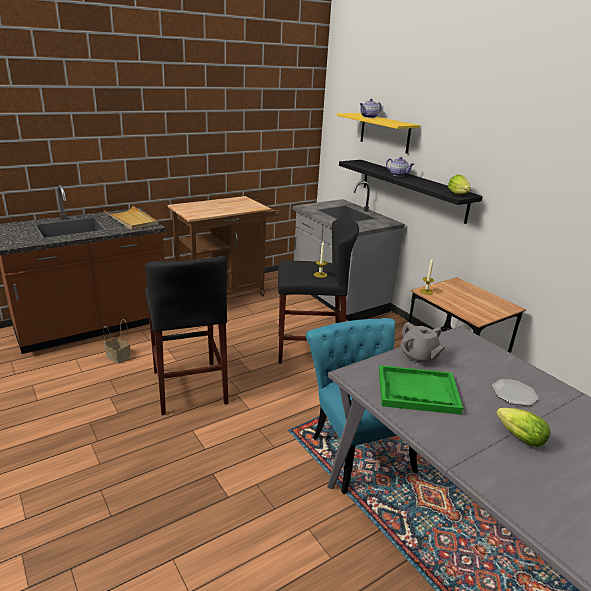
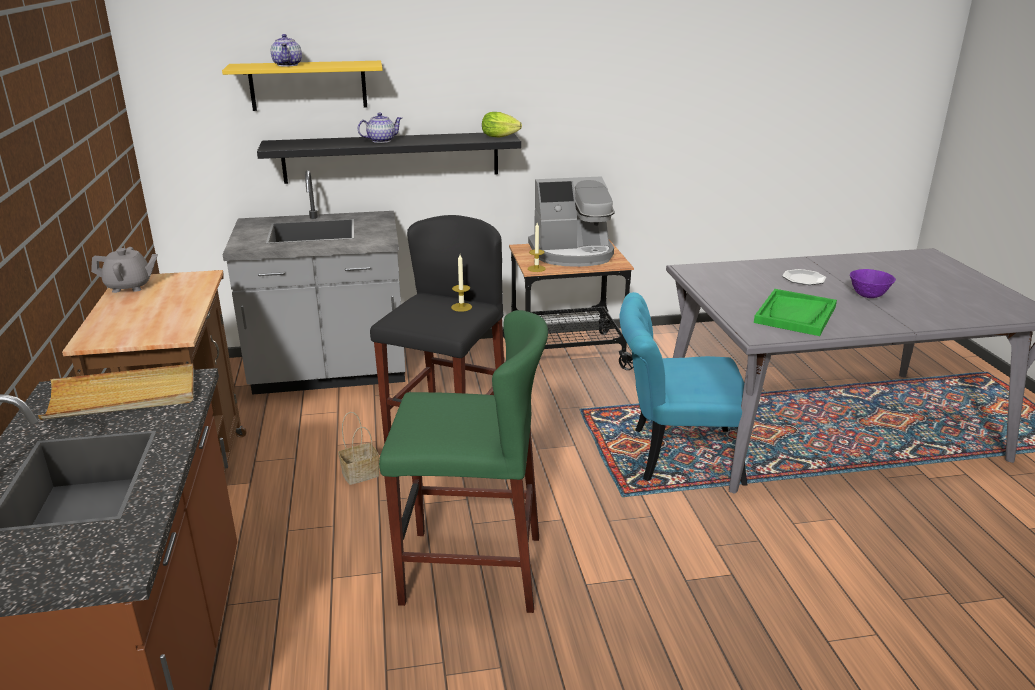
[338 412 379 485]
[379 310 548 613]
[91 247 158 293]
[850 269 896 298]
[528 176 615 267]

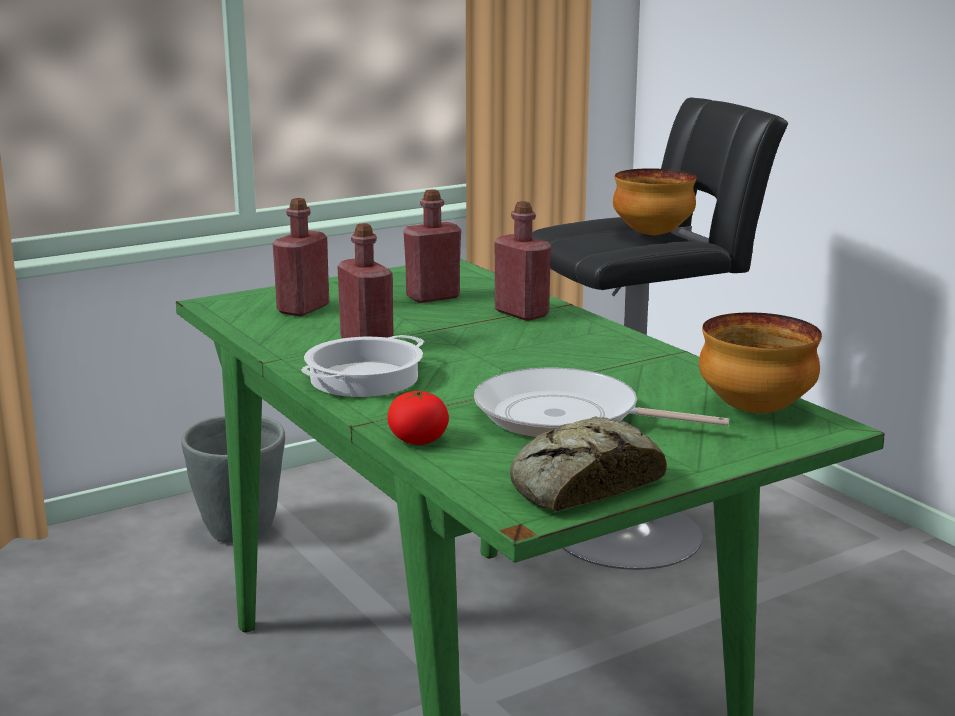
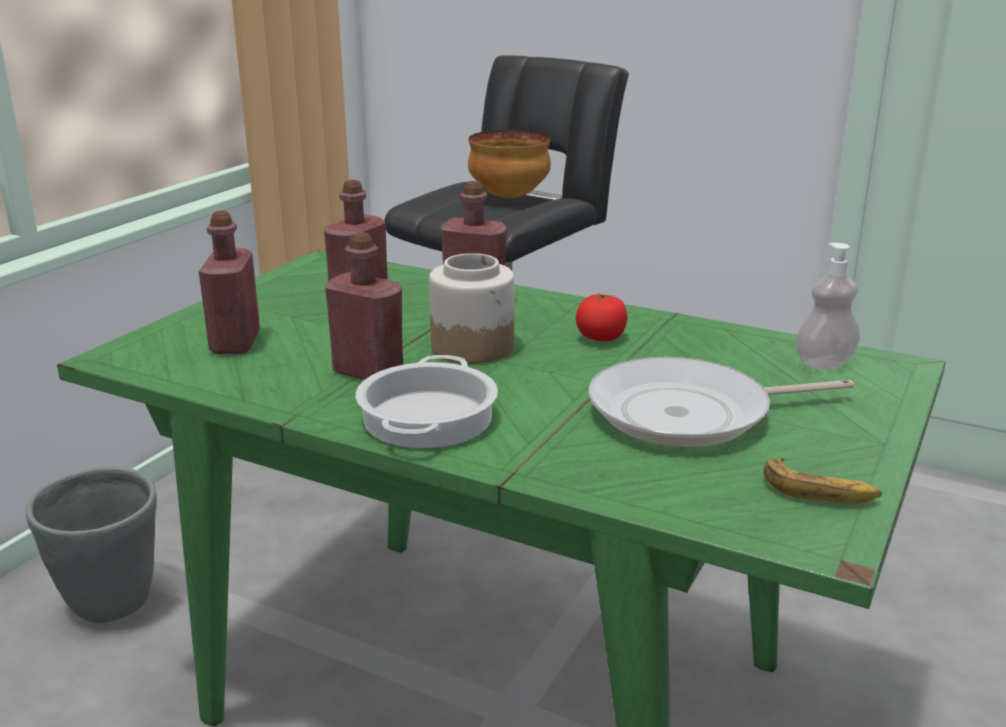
[576 293 628 341]
[764 457 882 503]
[796 243 860 369]
[429 253 514 364]

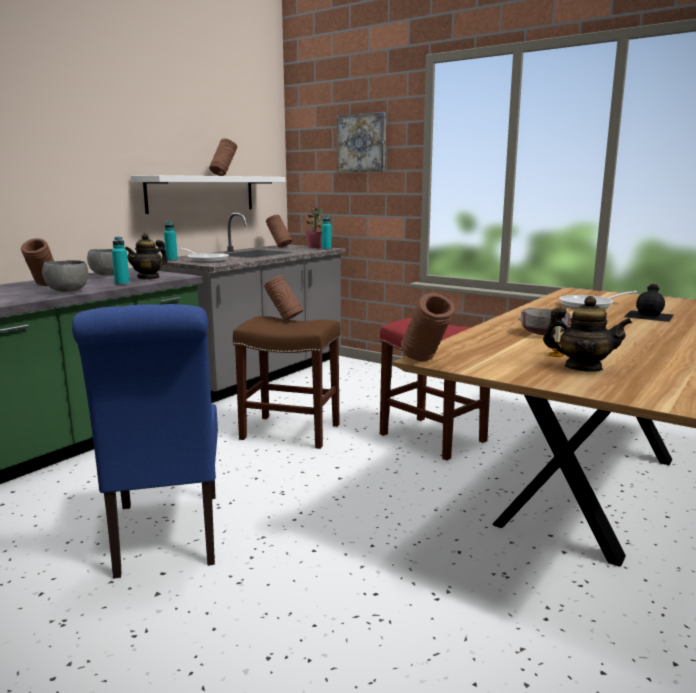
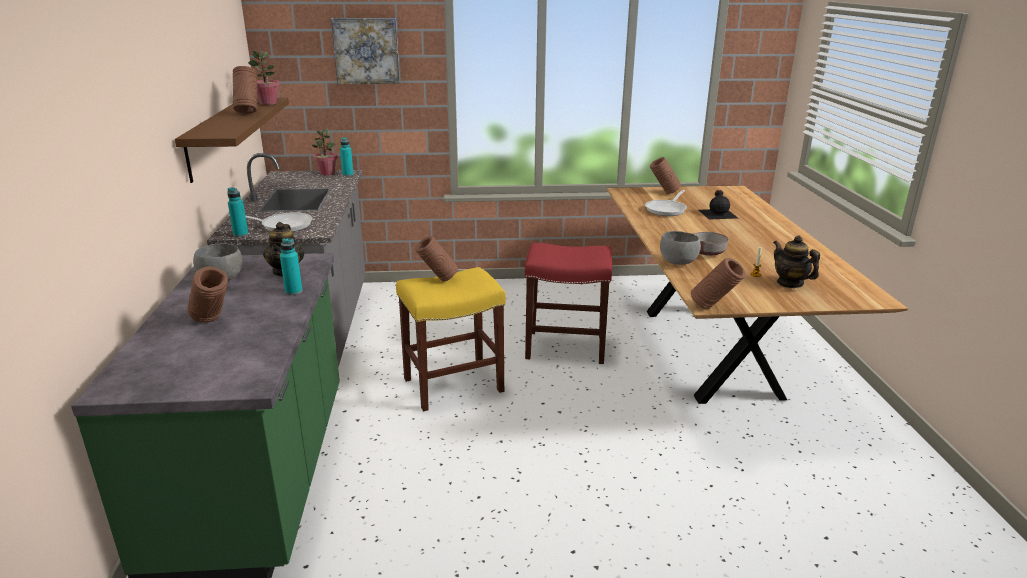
[660 231 701 265]
[72 304 218 579] (first image)
[175 98 289 183]
[396 267 506 411]
[650 157 681 194]
[773 235 820 288]
[248 50 280 105]

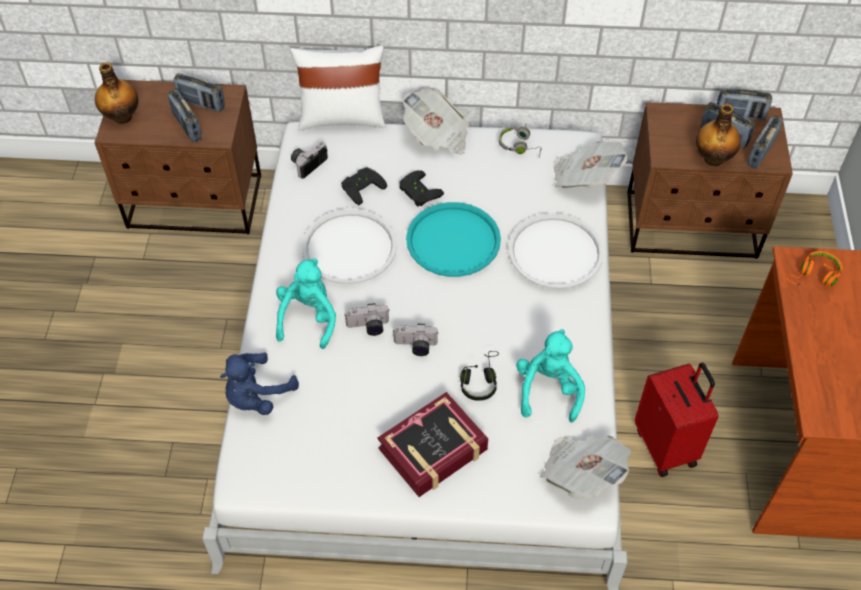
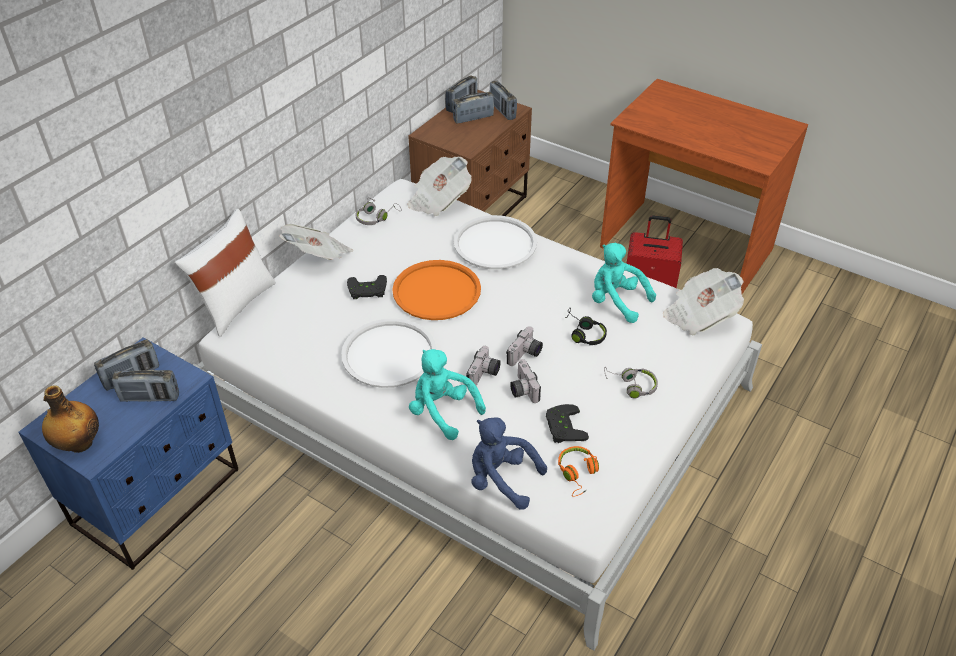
[18 337 238 570]
[471 417 547 510]
[510 359 541 403]
[546 404 589 443]
[604 368 658 398]
[392 260 481 320]
[696 104 741 166] (first image)
[558 446 599 497]

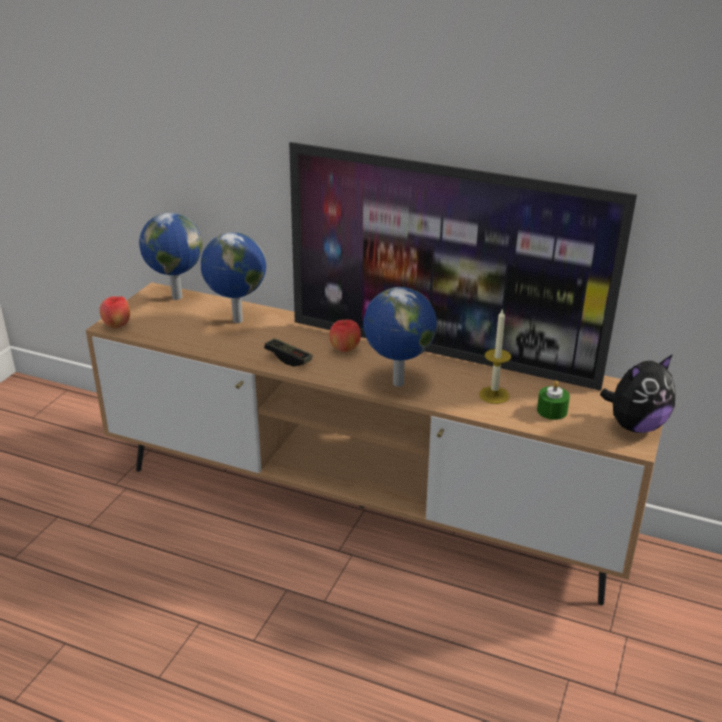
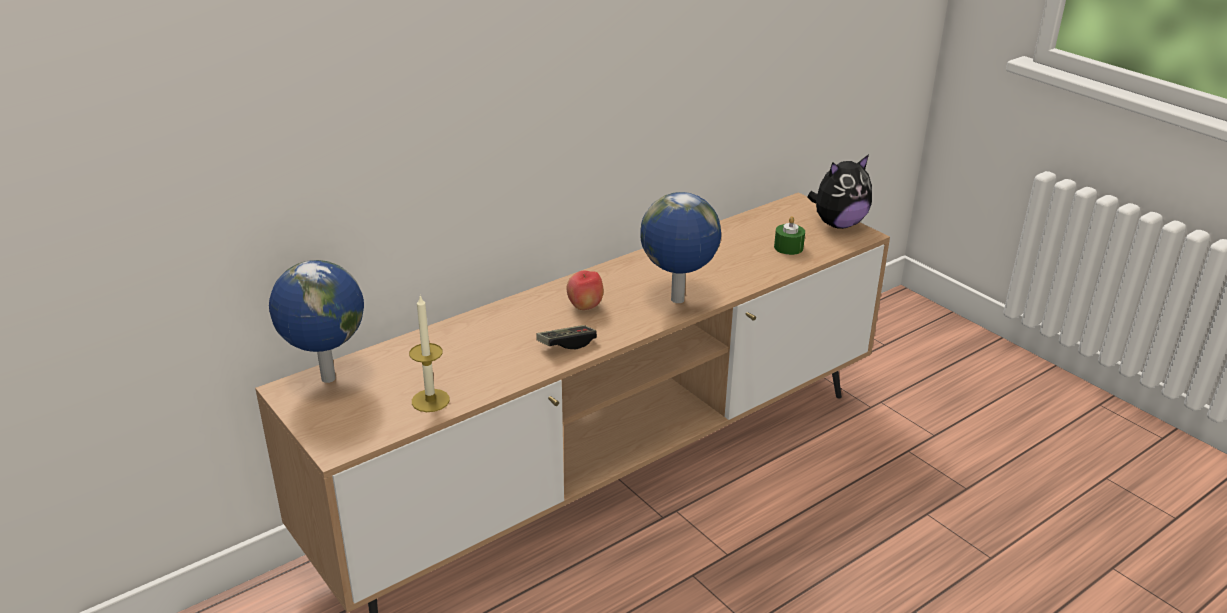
[99 296 130 328] (first image)
[201 232 266 323] (first image)
[289 142 637 391] (first image)
[409 295 450 412]
[807 155 872 229]

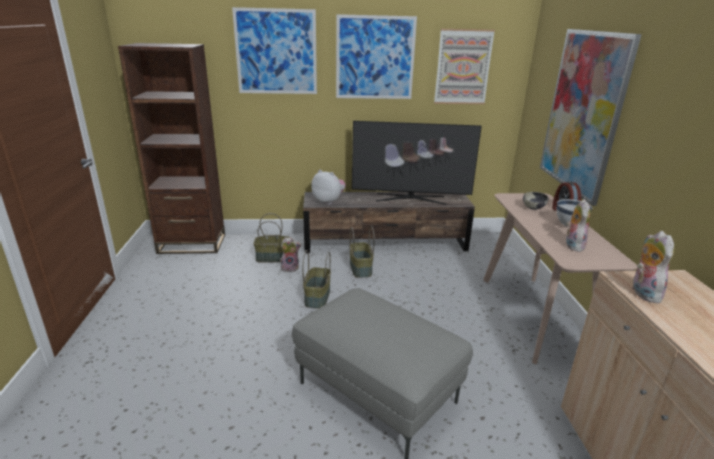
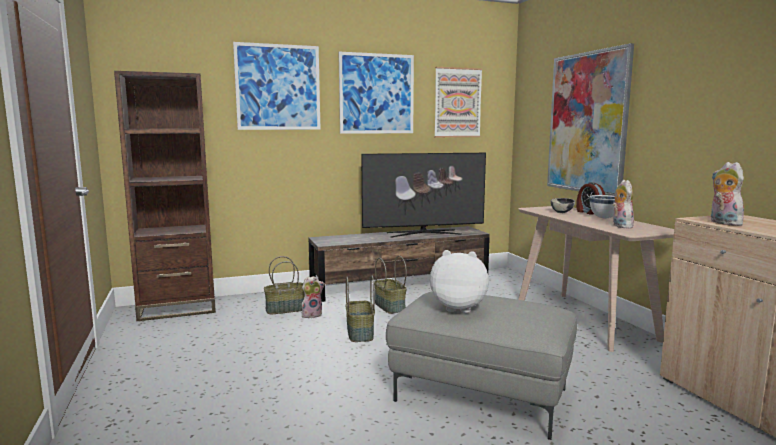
[430 250 489 313]

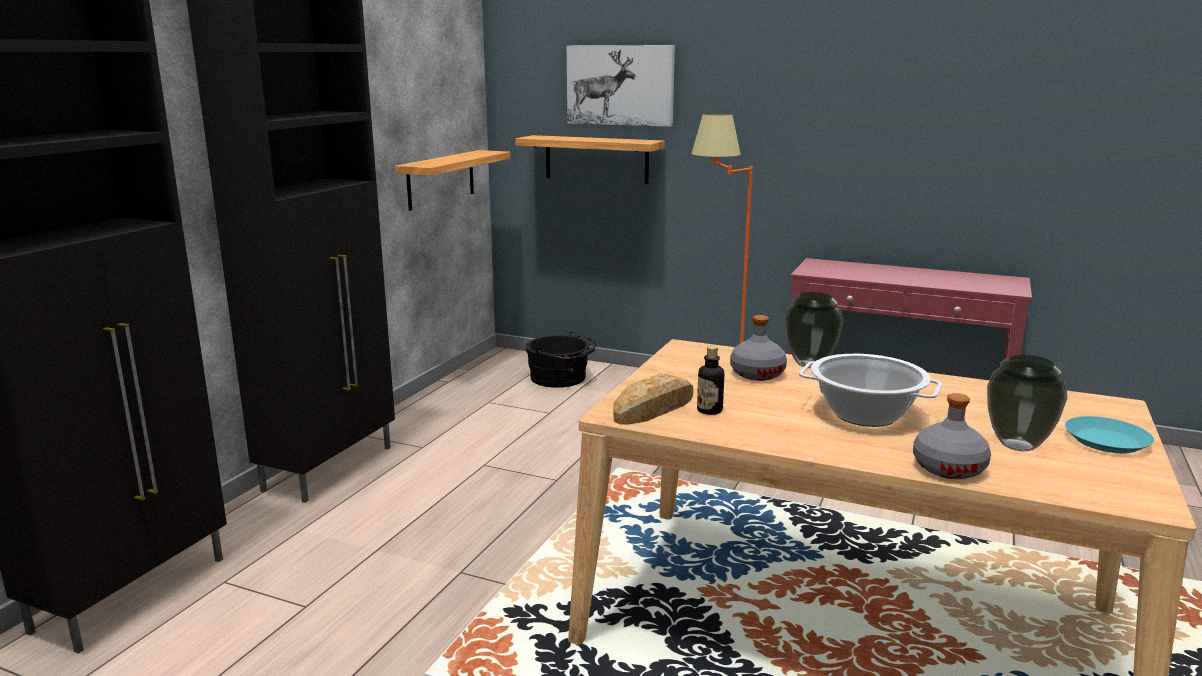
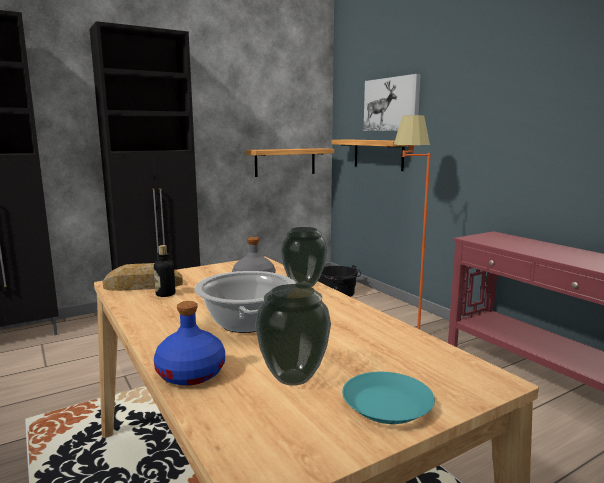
[154 301 225 386]

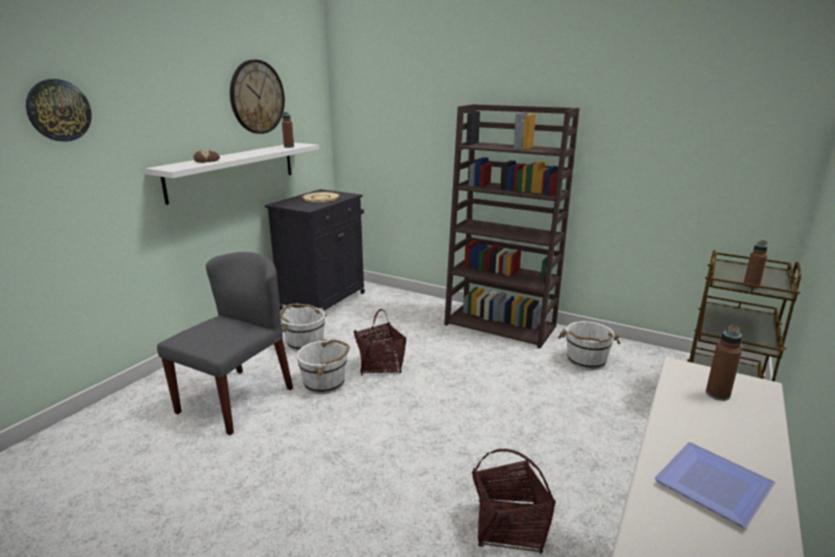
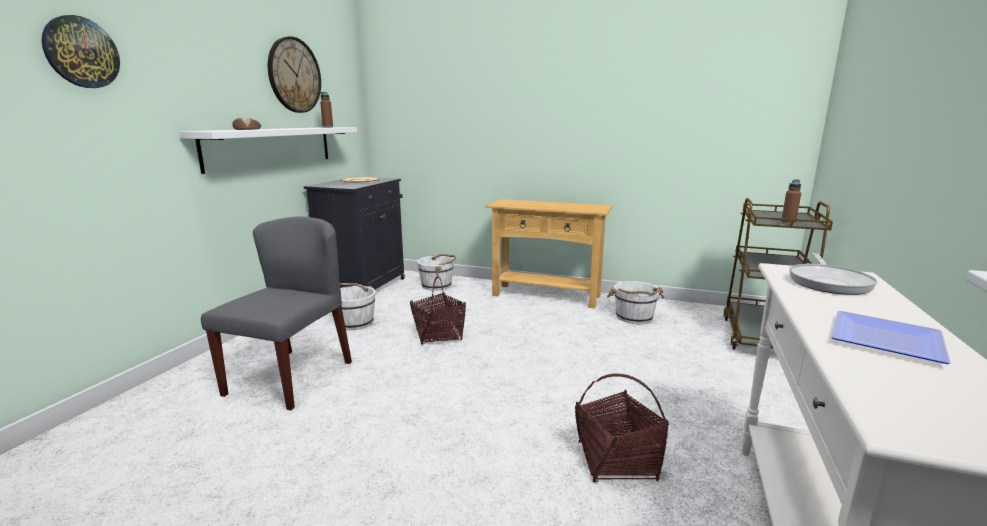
[417 254 456 290]
[486 199 612 308]
[789 253 878 295]

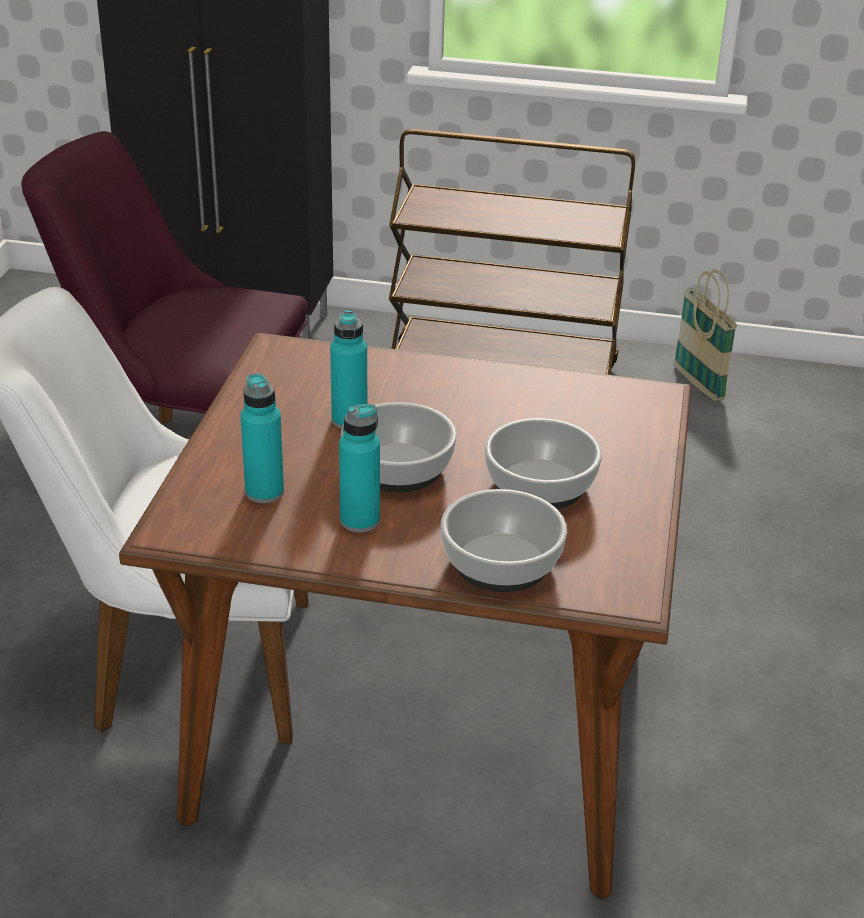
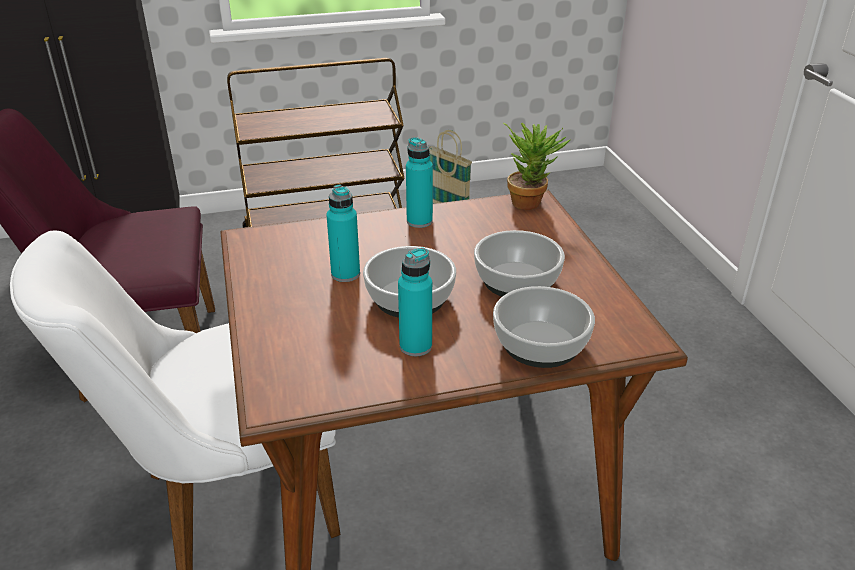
[406 137 433 228]
[503 123 570 210]

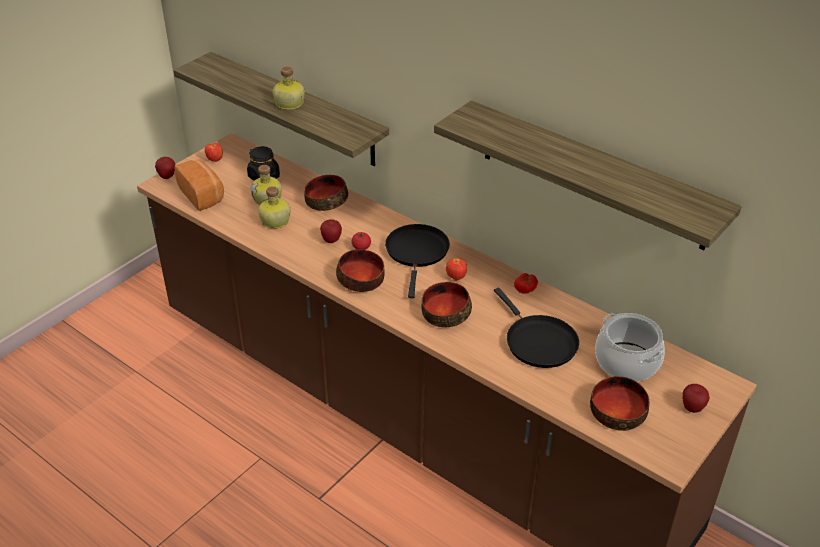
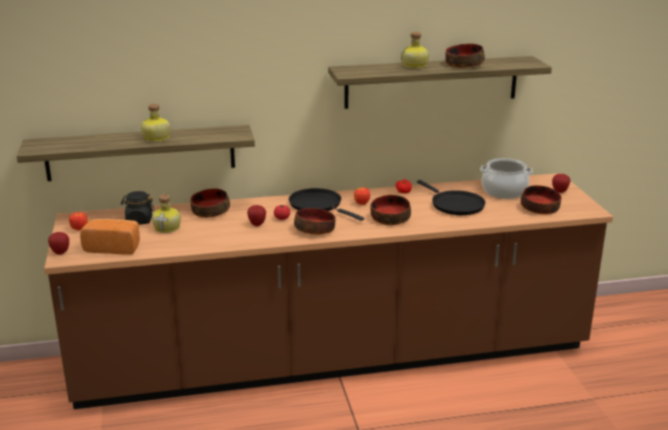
[401 32 429 68]
[417 180 486 215]
[445 44 485 68]

